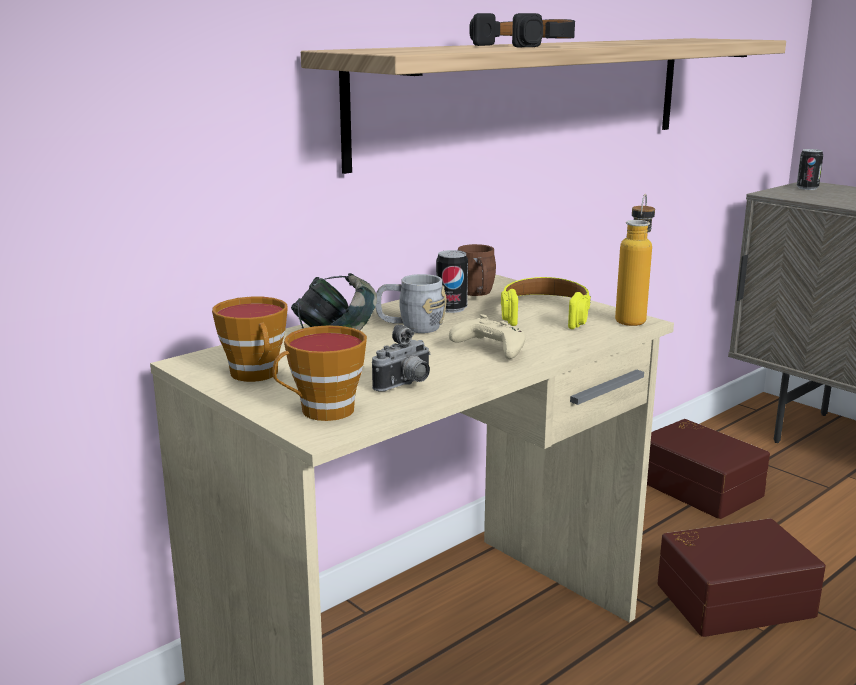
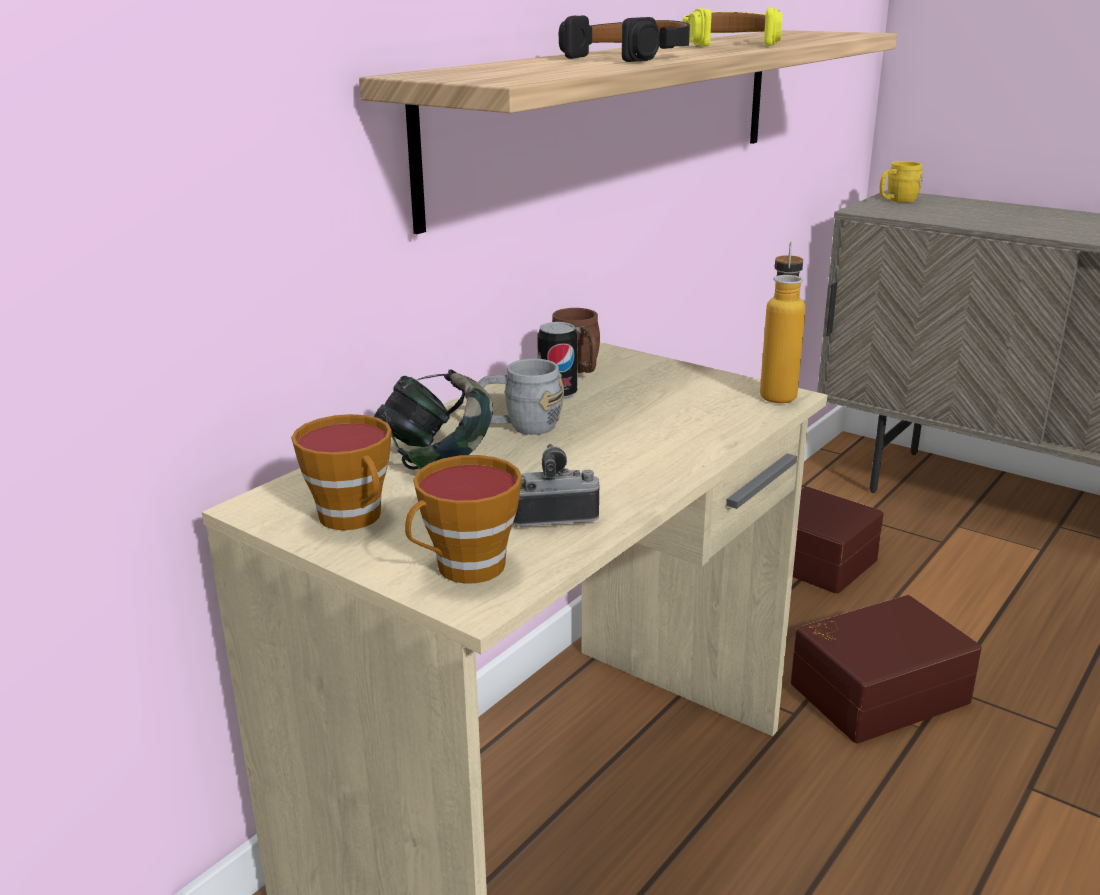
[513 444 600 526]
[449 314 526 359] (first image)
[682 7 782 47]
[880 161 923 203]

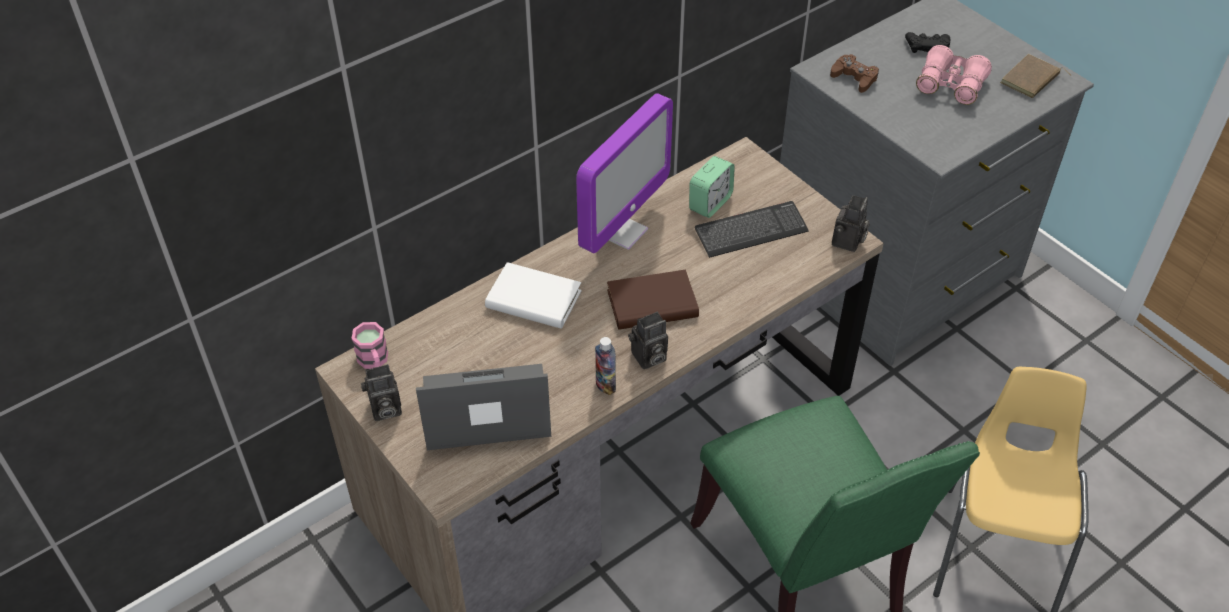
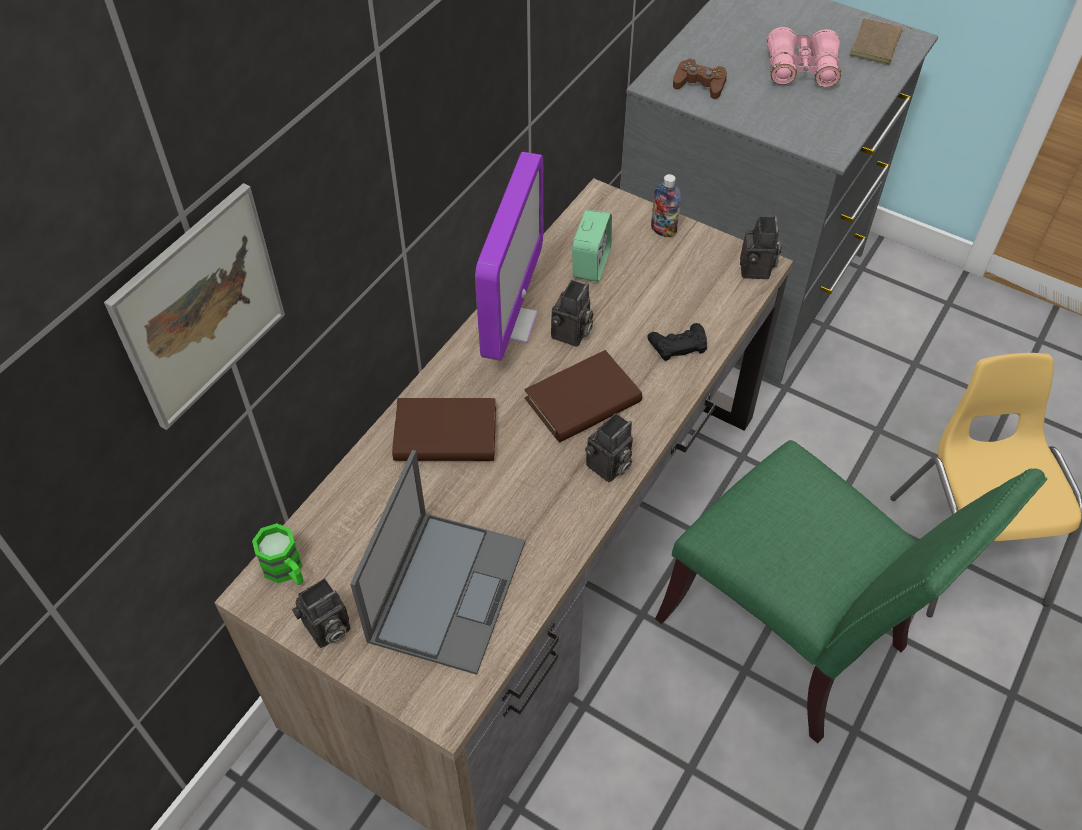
[252 523 304 585]
[350 450 525 675]
[392 398 496 461]
[651 174 681 238]
[695 201 809 258] (first image)
[647 323 707 361]
[104 183 285 430]
[551 280 593 347]

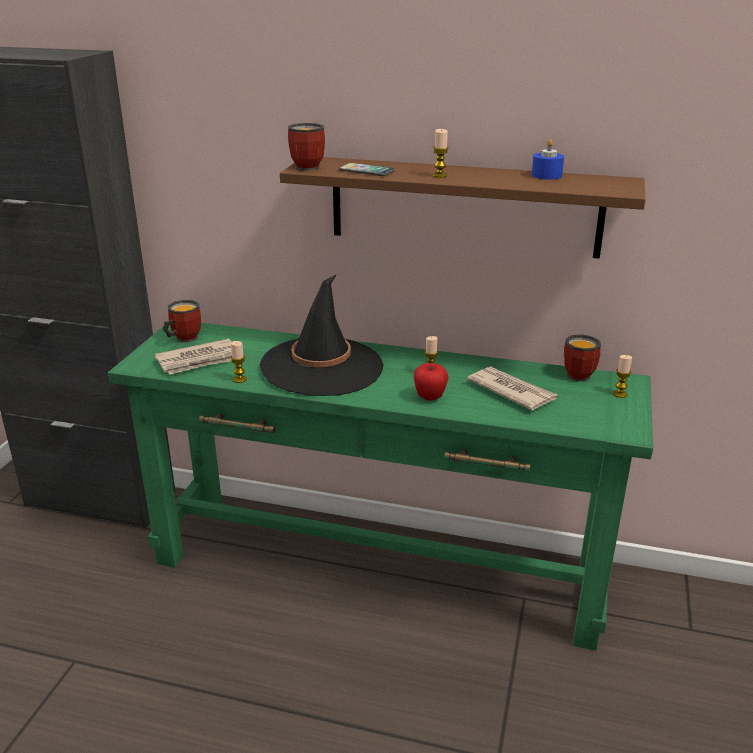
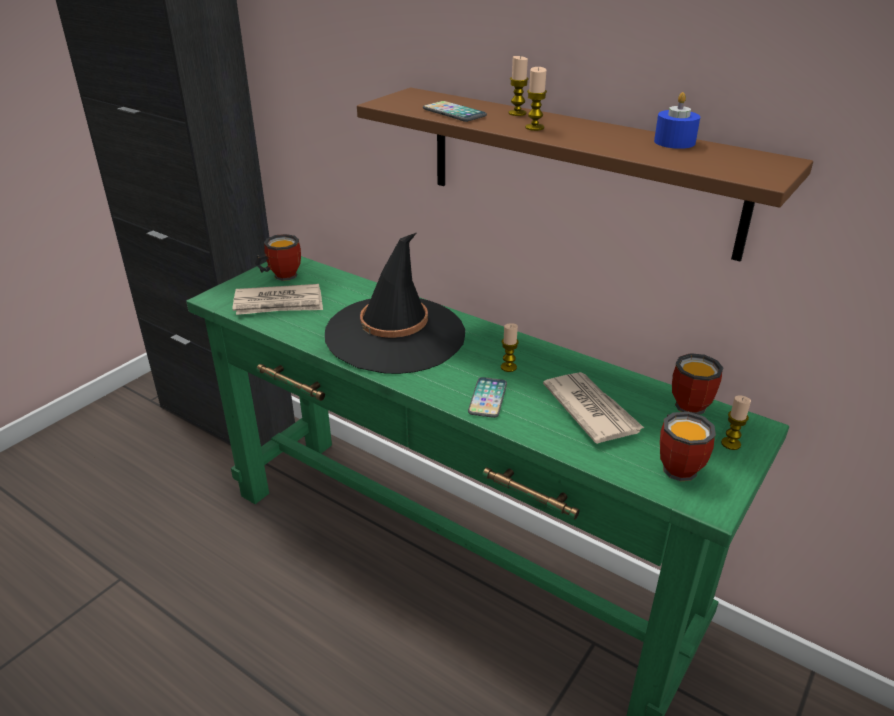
[508 56 529 116]
[660 412 716 481]
[468 377 507 418]

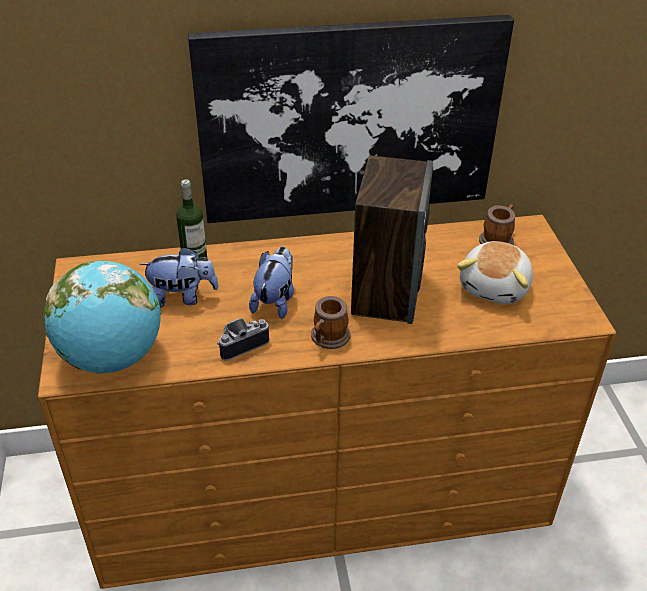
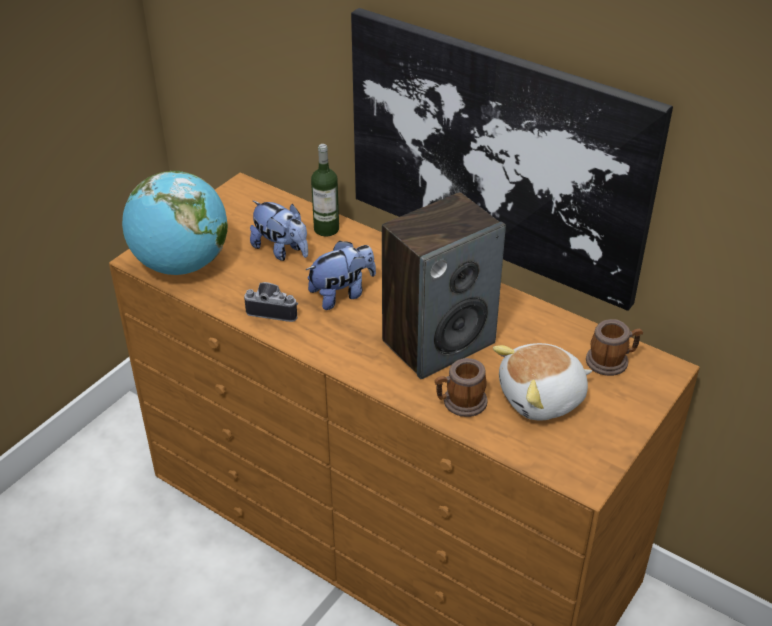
[435 358 488 417]

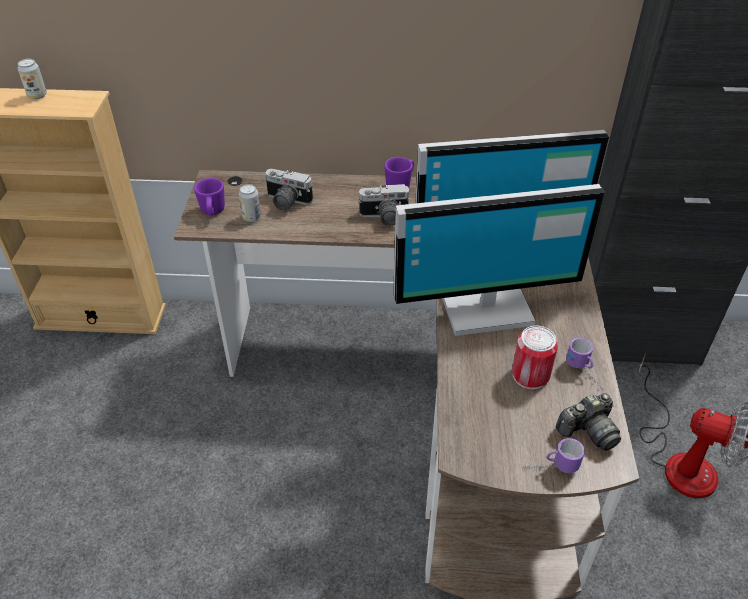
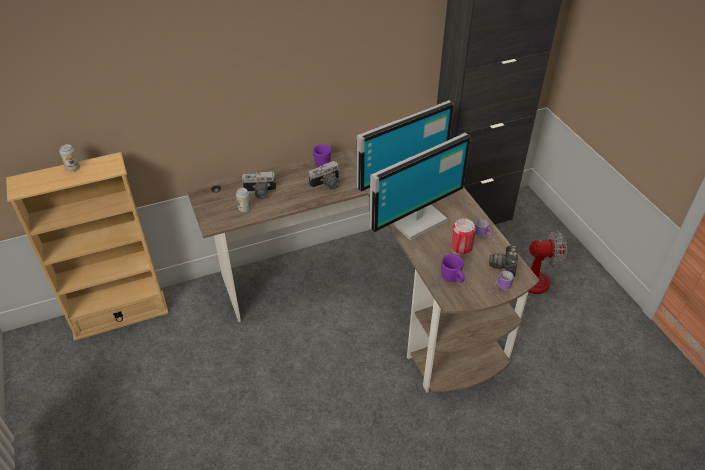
[441 254 465 283]
[489 245 518 277]

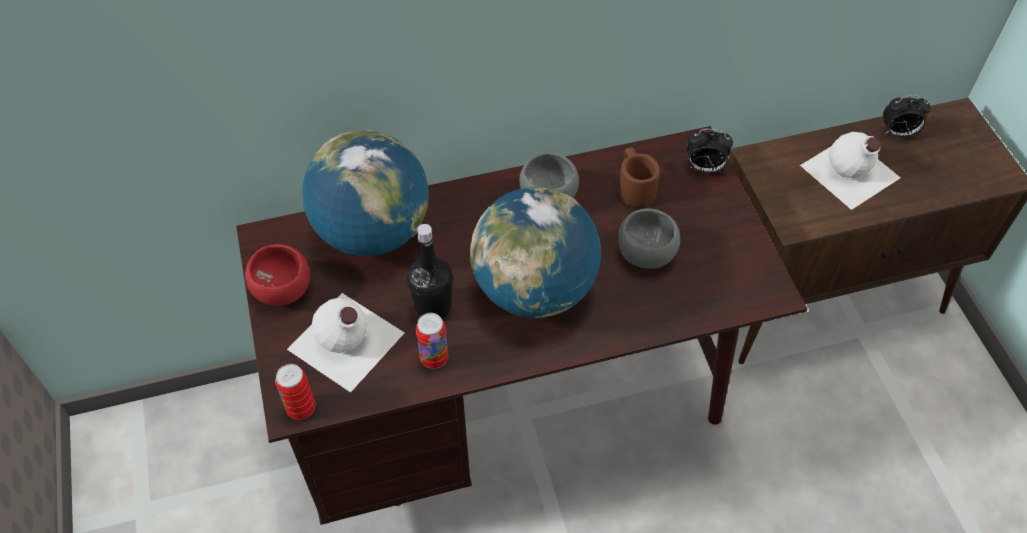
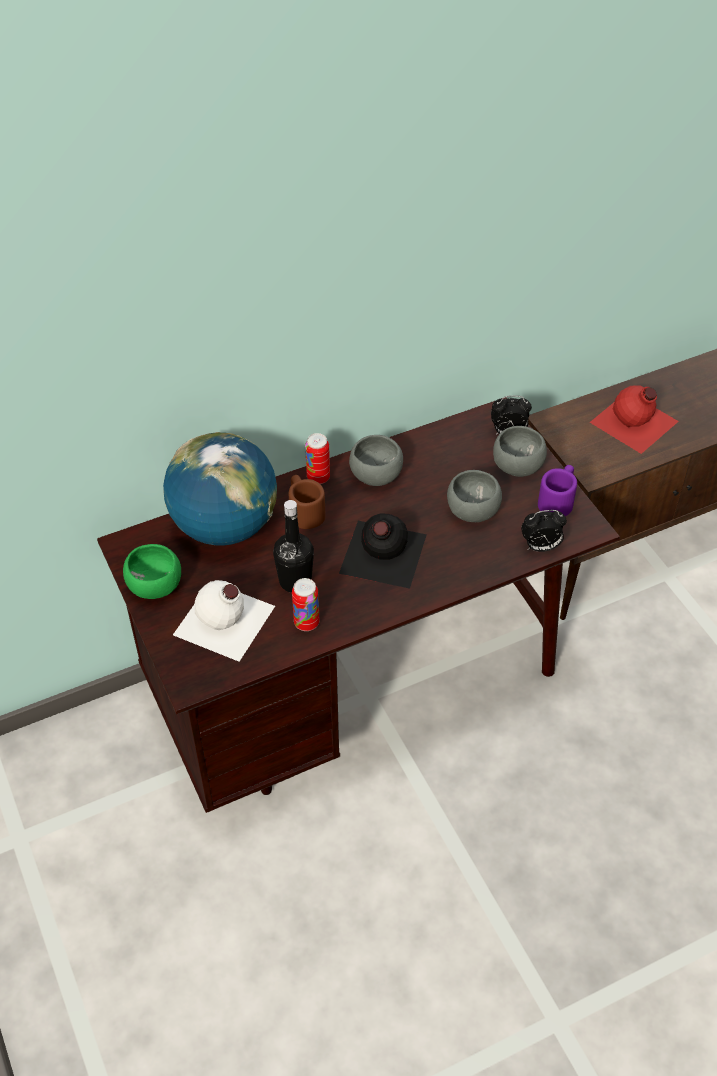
[123 544 181 599]
[305 433 330 484]
[339 513 427 589]
[289 475 326 529]
[590 385 679 454]
[521 510 567 552]
[493 426 547 477]
[538 465 577 517]

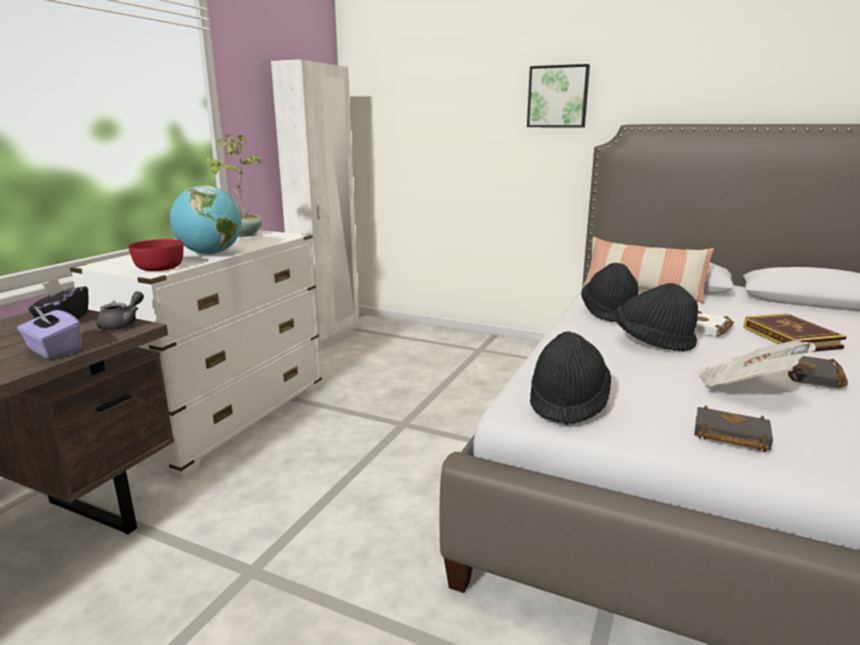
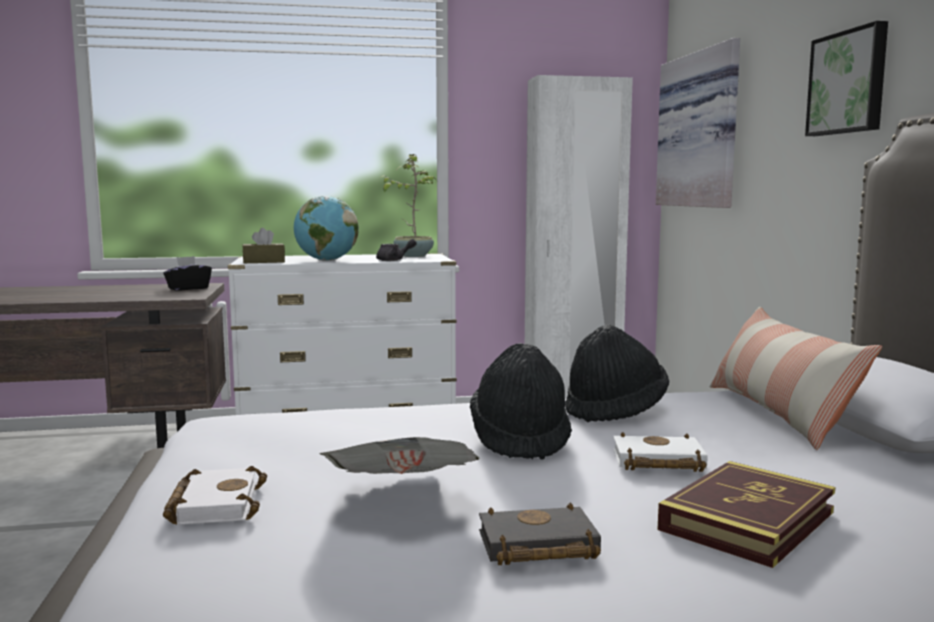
[17 307 81 359] (first image)
[376 239 417 261]
[242 228 285 263]
[530 331 611 425] (first image)
[163 466 267 525]
[656 38 740 208]

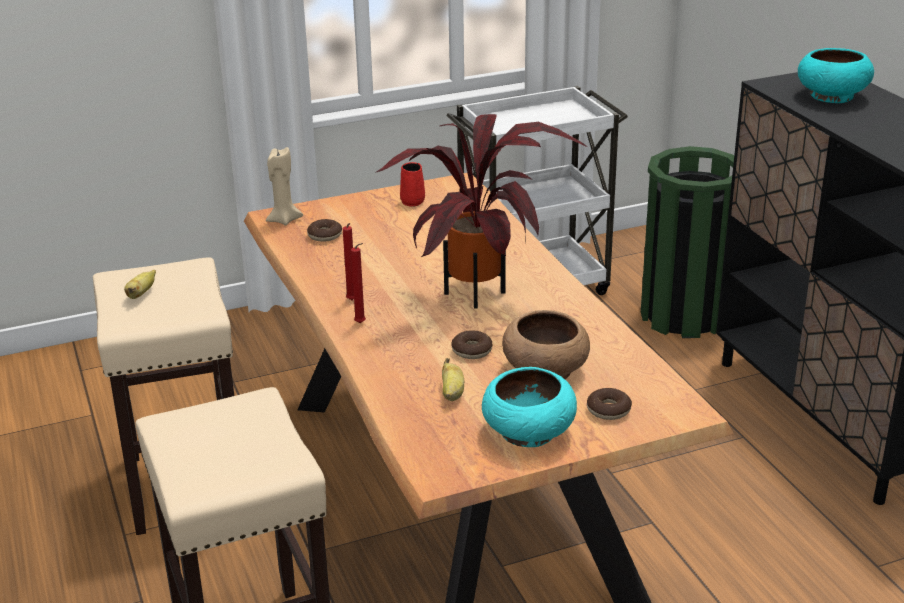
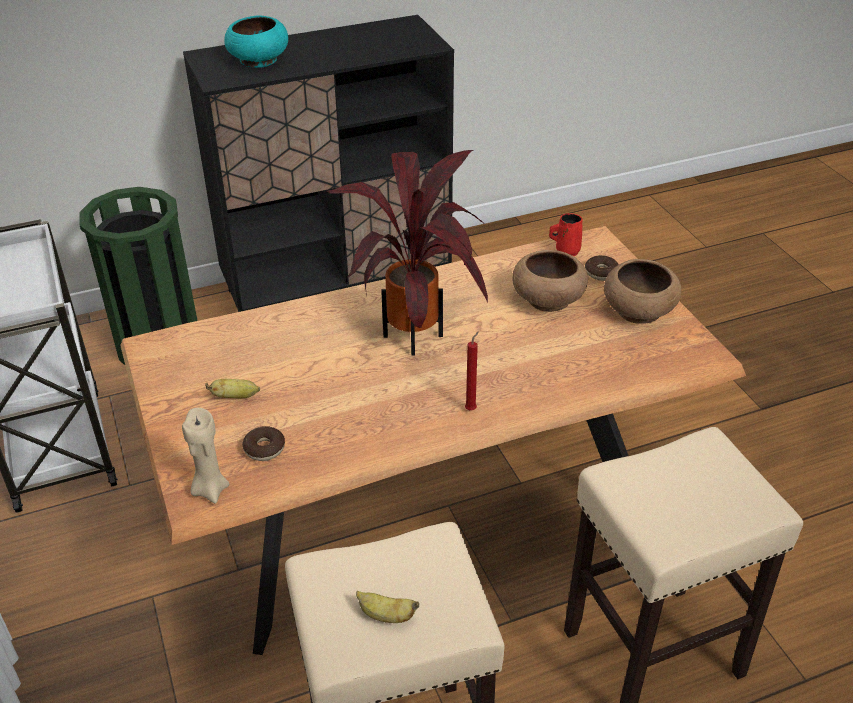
[343 223 354 300] (first image)
[549 213 583 256]
[205 379 260 398]
[451 330 492 359] (first image)
[604 259 681 324]

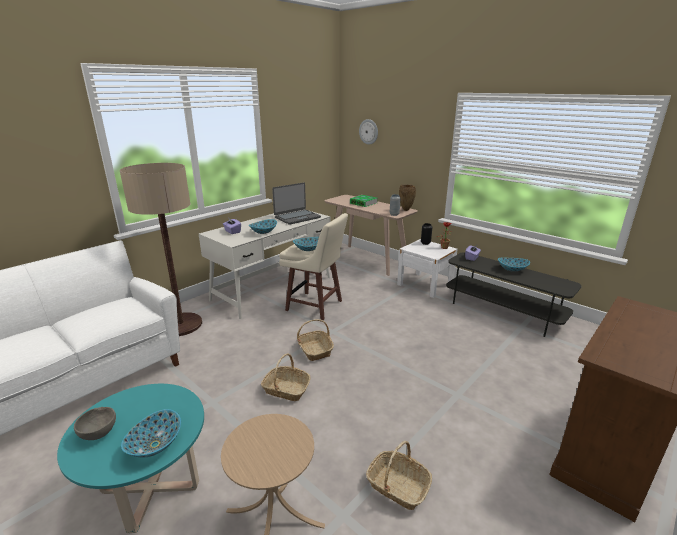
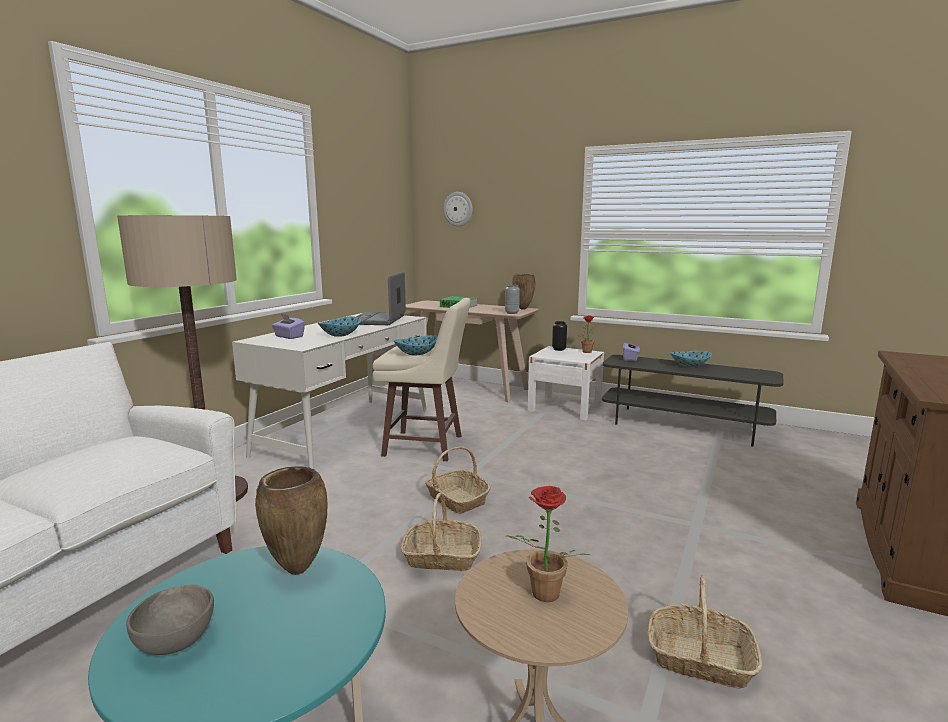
[121 409 181 457] (first image)
[356 272 406 325]
[255 466 327 575]
[507 486 589 602]

